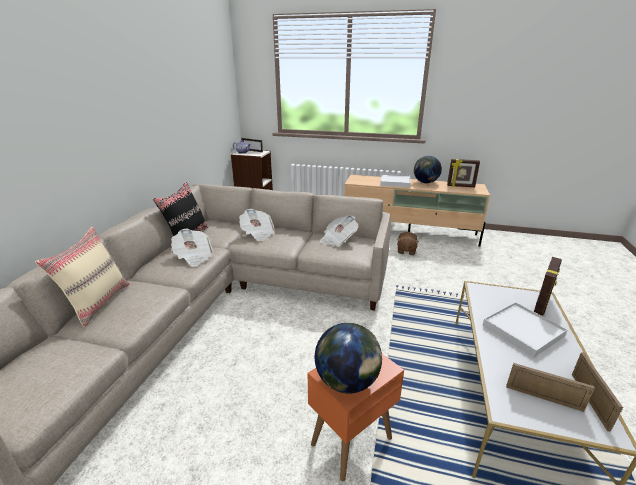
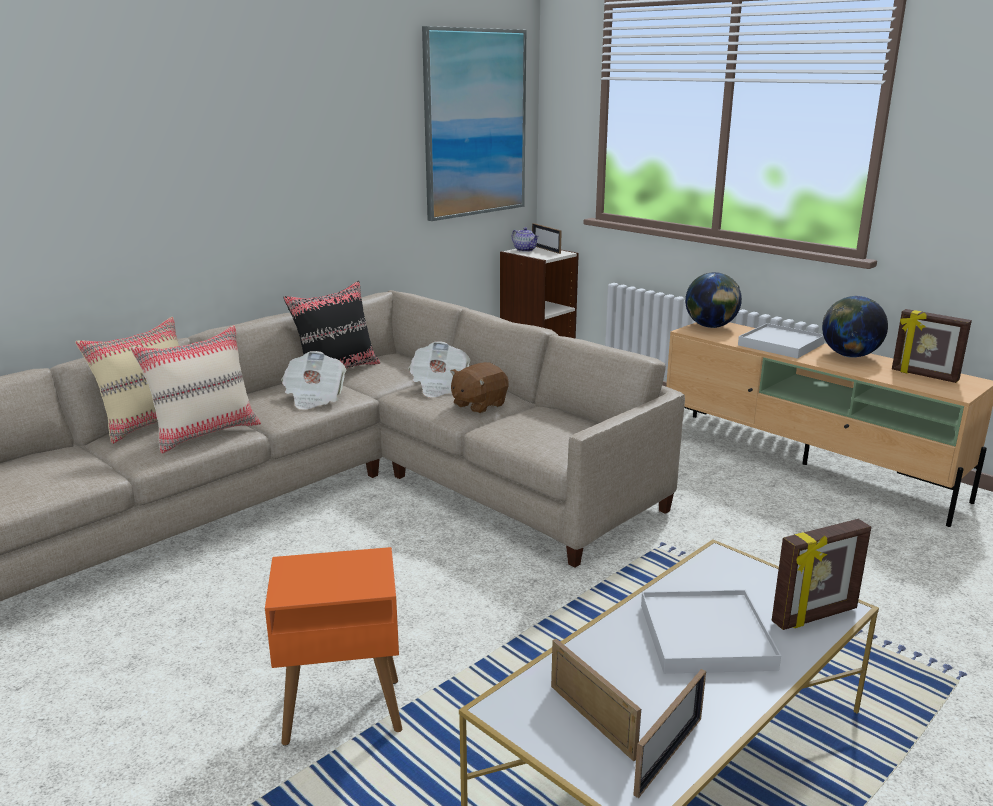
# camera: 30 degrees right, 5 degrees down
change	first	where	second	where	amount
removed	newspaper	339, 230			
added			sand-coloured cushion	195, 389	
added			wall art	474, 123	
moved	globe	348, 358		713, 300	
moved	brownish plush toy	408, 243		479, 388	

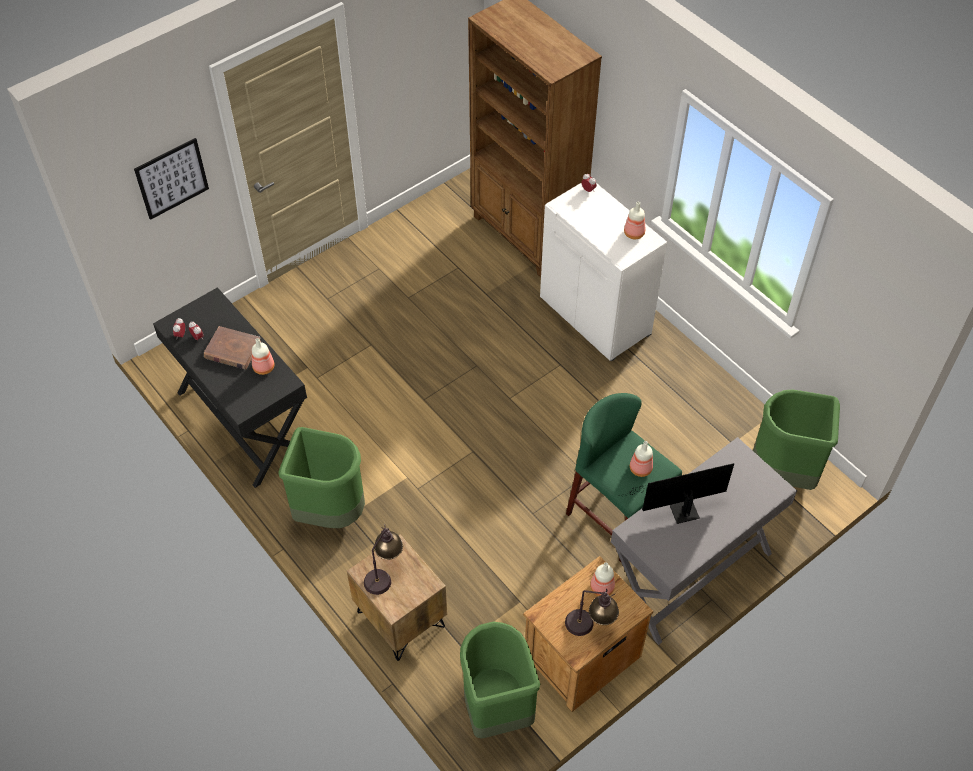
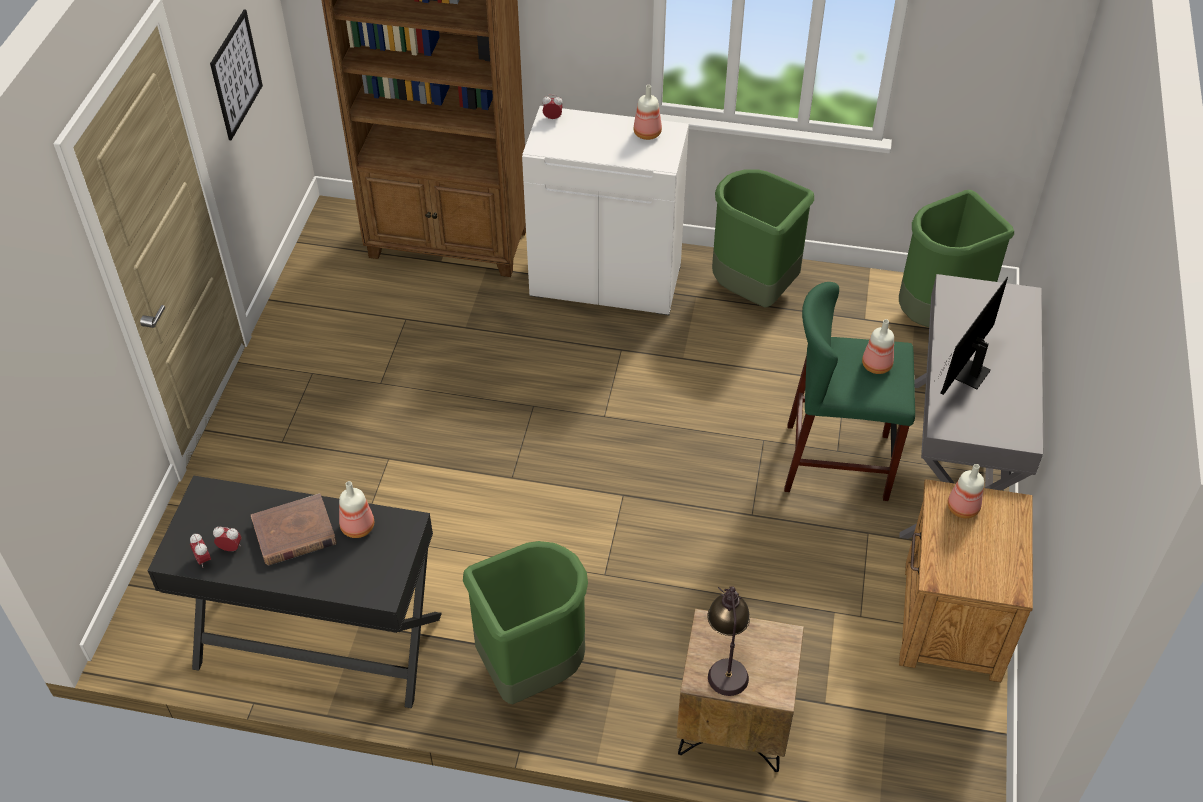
# camera: 40 degrees left, 5 degrees down
change	first	where	second	where	amount
removed	tabletop lamp	592, 612			
moved	wall art	171, 179		236, 74	
moved	greenish rubbish bin	500, 680		763, 238	

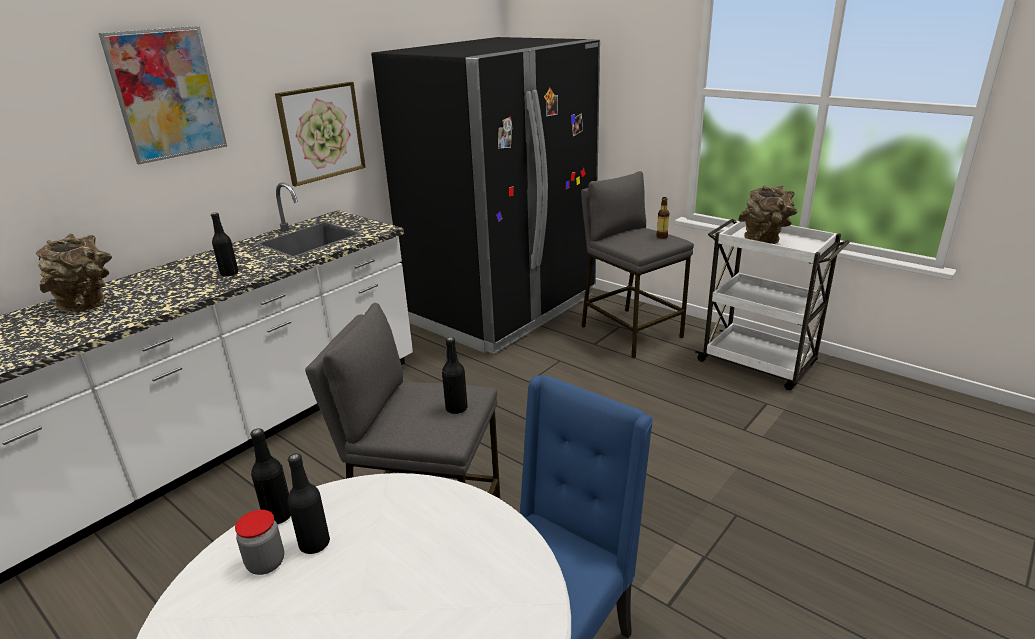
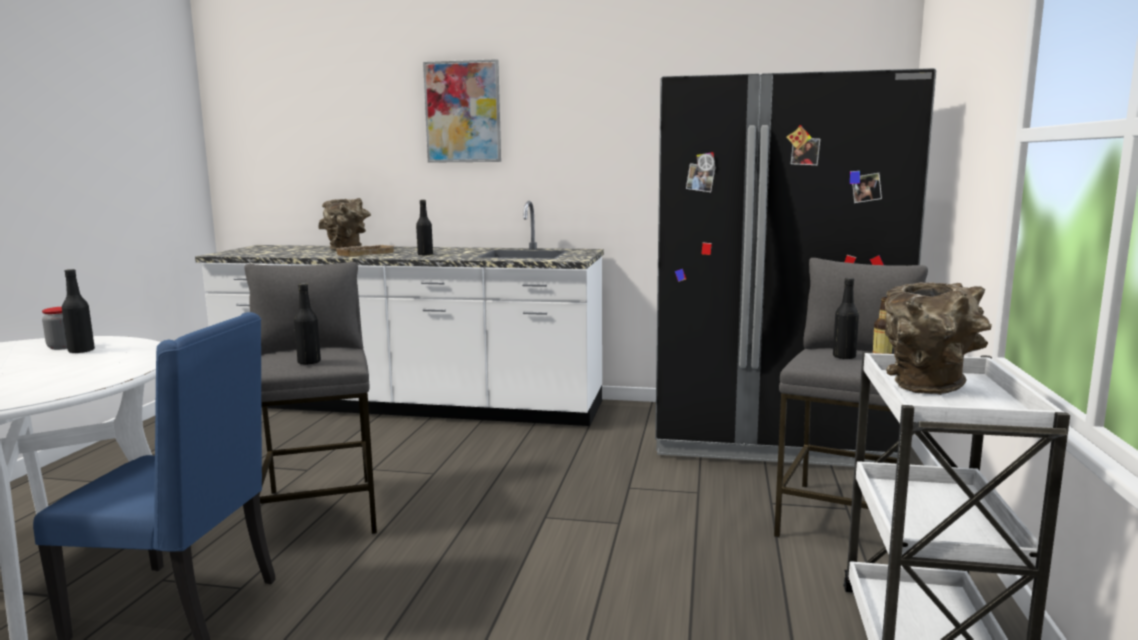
# camera: 60 degrees right, 15 degrees down
change	first	where	second	where	amount
removed	wall art	320, 134			
added			sand-coloured serving tray	365, 251	
moved	black-coloured drink bottle	270, 476		846, 318	

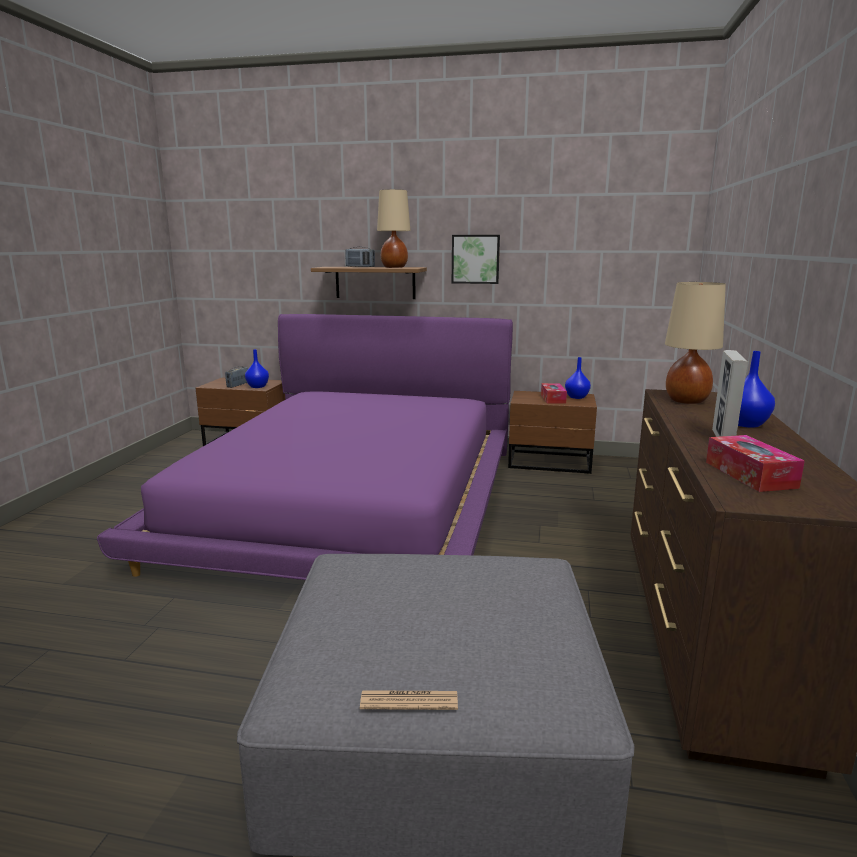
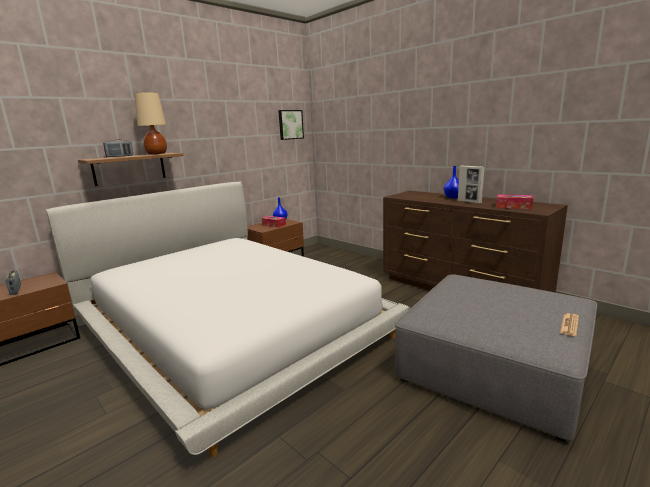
# camera: 55 degrees left, 0 degrees up
change	first	where	second	where	amount
removed	blue decorative vase	257, 368			
removed	sand-coloured tabletop lamp	695, 343			
moved	wall art	476, 259		291, 125	
recoloured	purple sleeping bed	305, 447	white-coloured sleeping bed	228, 319	

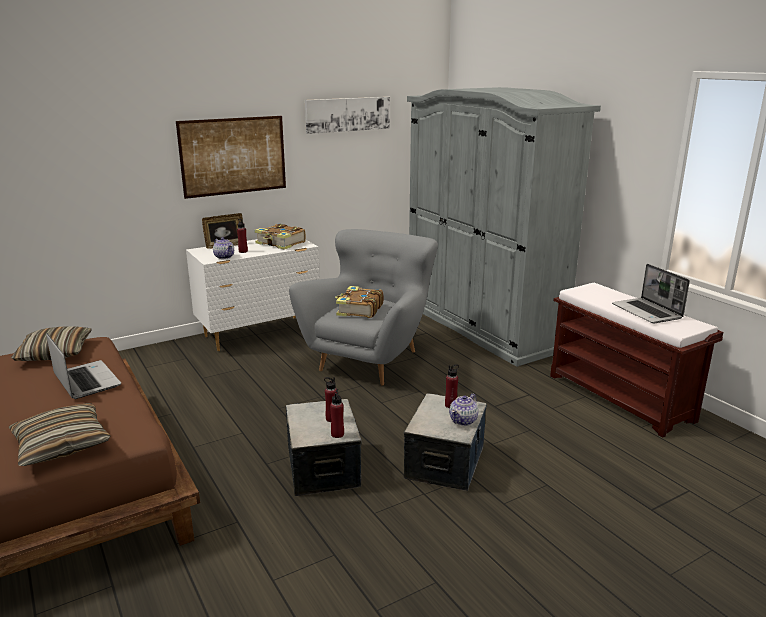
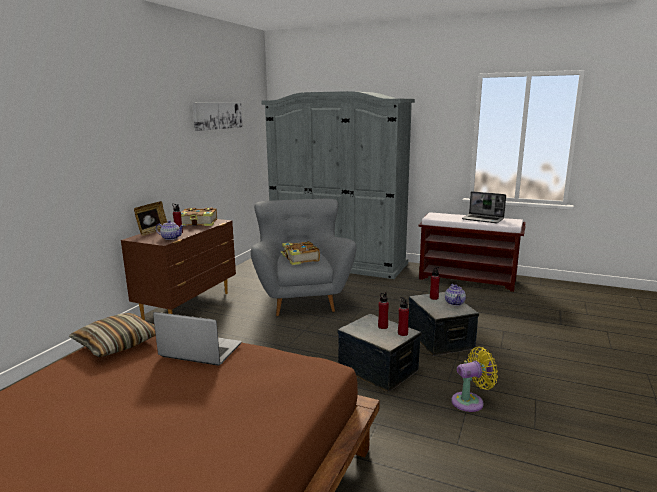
# camera: 35 degrees left, 5 degrees down
change	first	where	second	where	amount
removed	cushion	60, 434			
removed	wall art	231, 157			
added			yellow electric fan	474, 379	
recoloured	white-coloured drawer chest	253, 295	brownish drawer chest	178, 269	

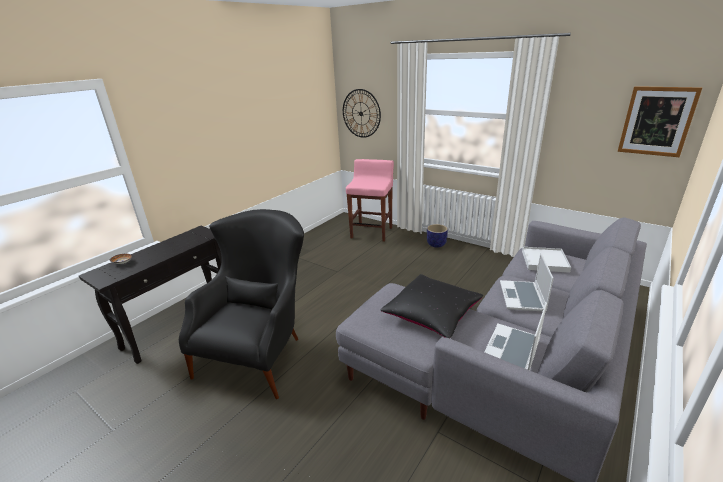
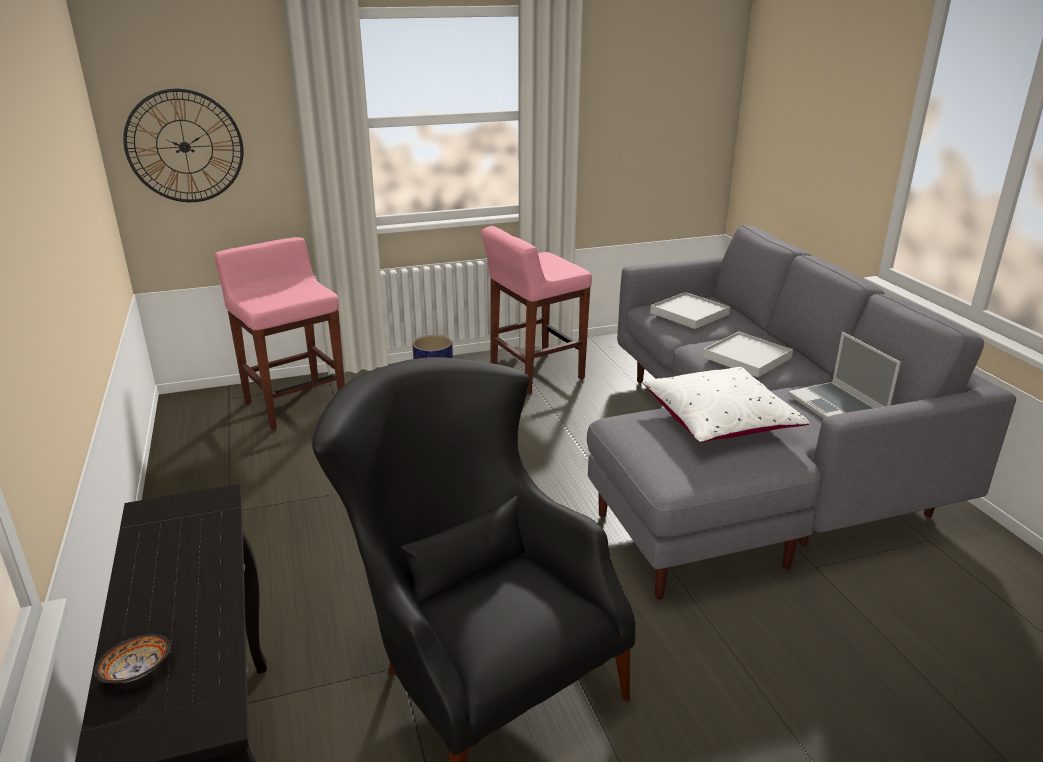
# camera: 55 degrees left, 0 degrees up
change	first	where	second	where	amount
removed	wall art	660, 121			
added			pink stool	536, 310	
replaced	laptop	527, 282	white-coloured serving tray	748, 354	
recoloured	black-coloured cushion	431, 306	white-coloured cushion	726, 404	

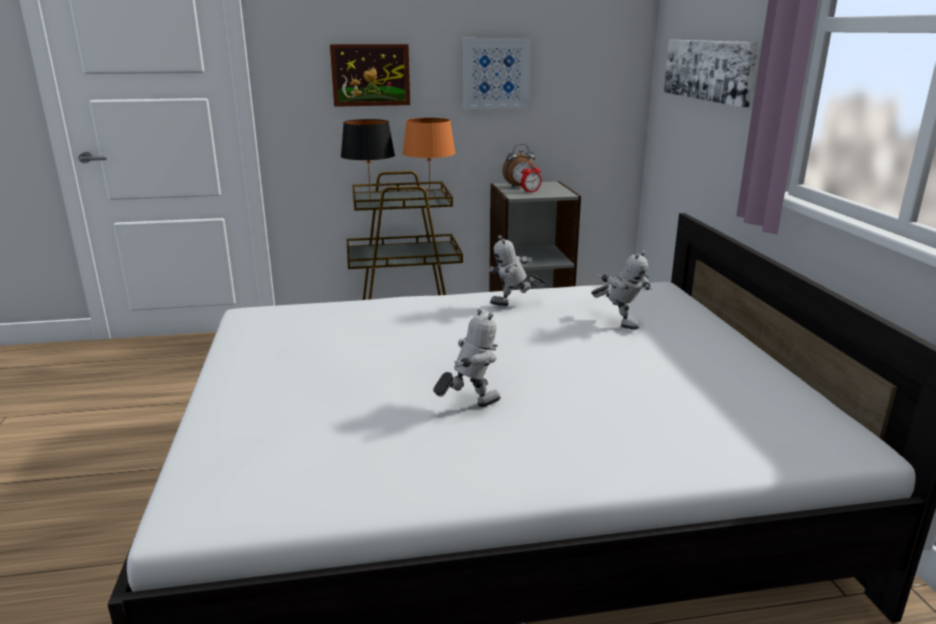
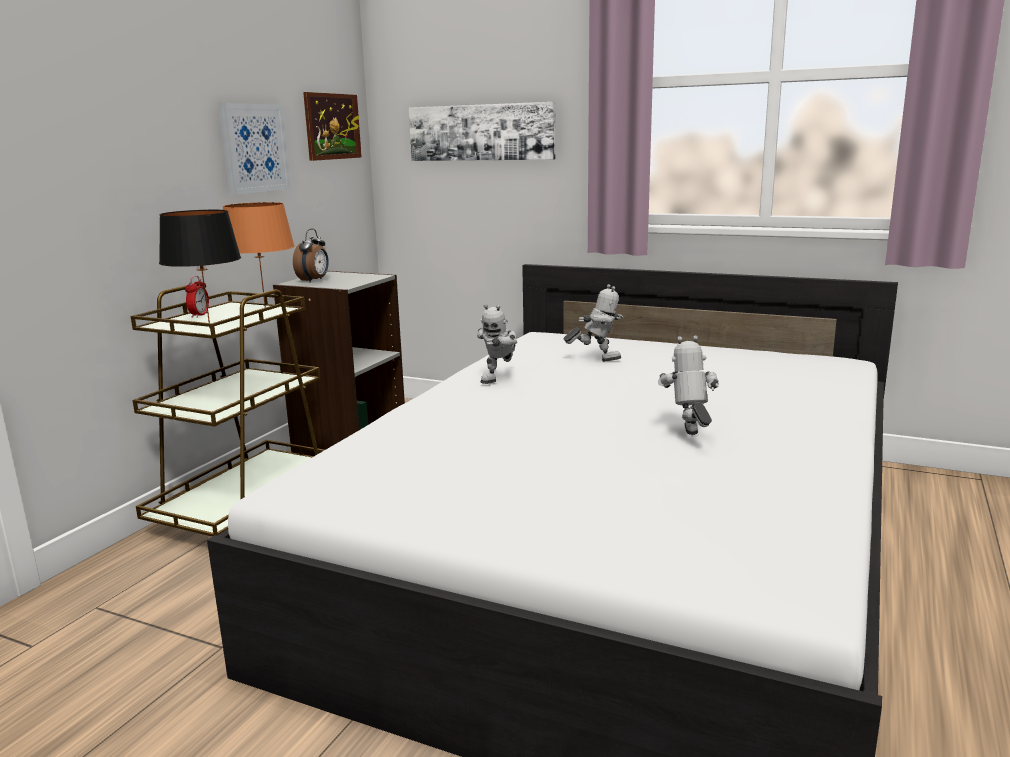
# camera: 55 degrees left, 5 degrees down
change	first	where	second	where	amount
moved	wall art	370, 75		332, 126	
moved	alarm clock	531, 178		197, 297	

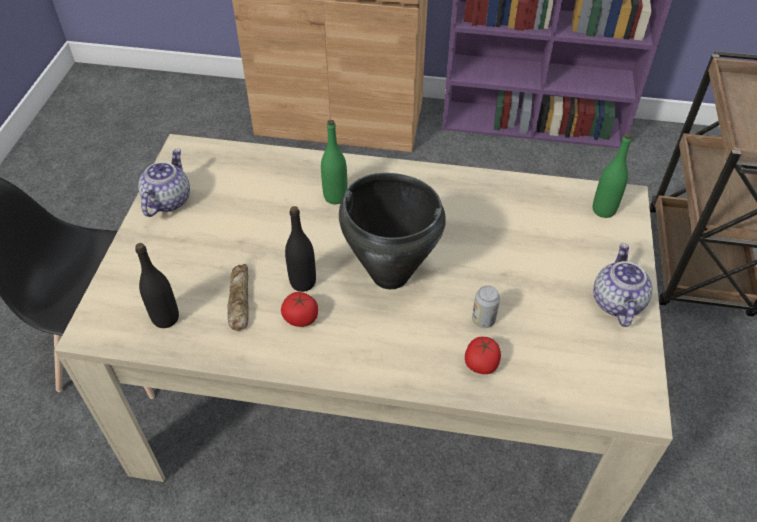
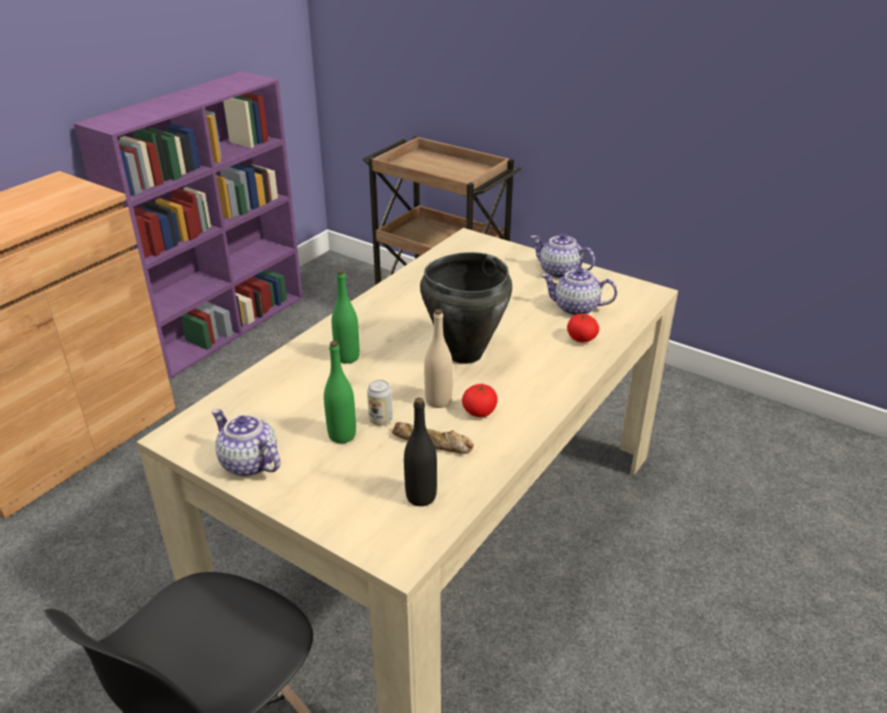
# camera: 65 degrees left, 15 degrees down
change	first	where	second	where	amount
added			tea pot	579, 292	
moved	sealed can	486, 306		379, 403	
moved	greenish drink bottle	612, 175		340, 392	
recoloured	black-coloured drink bottle	300, 249	sand-coloured drink bottle	438, 358	

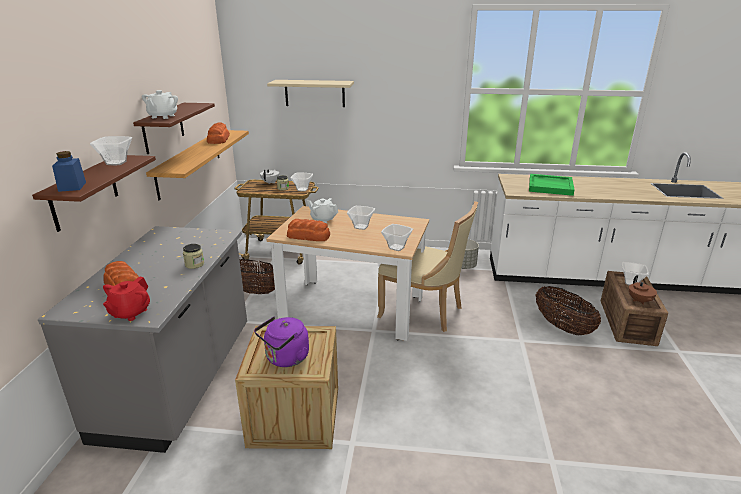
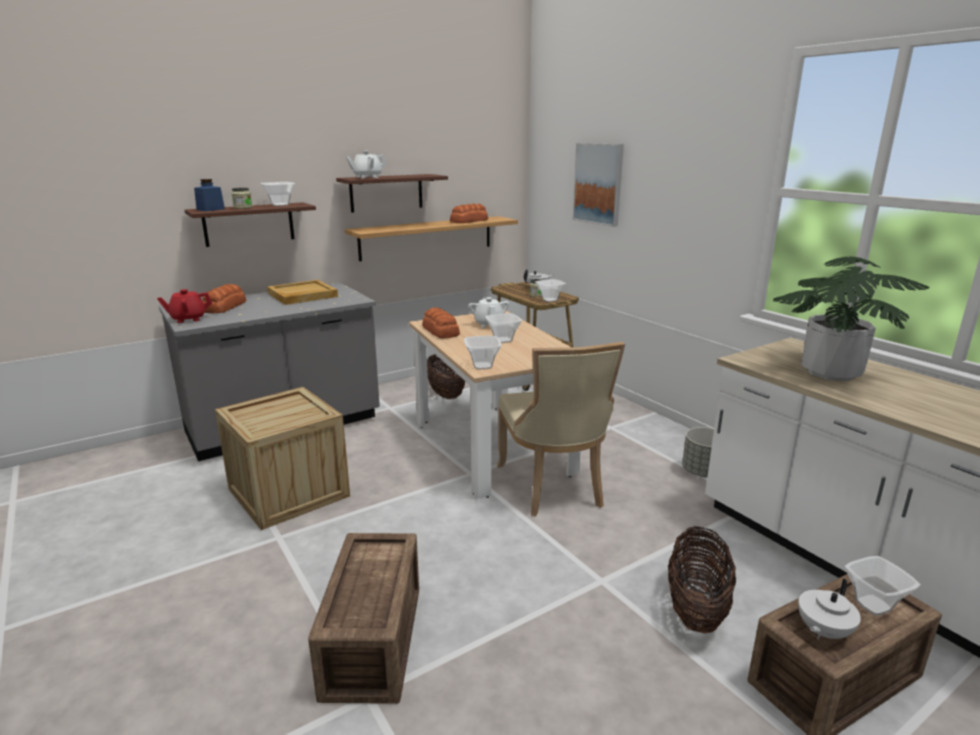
# camera: 50 degrees right, 5 degrees down
change	first	where	second	where	amount
removed	purple water kettle	281, 342			
added			sand-coloured serving tray	302, 292	
added			packing crate	363, 618	
moved	storage jar	193, 256		241, 198	
replaced	sand-coloured wall shelf	310, 93	wall art	598, 185	
replaced	greenish serving tray	551, 185	potted plant	851, 319	
recoloured	brownish tea pot	643, 289	white-coloured tea pot	829, 609	

